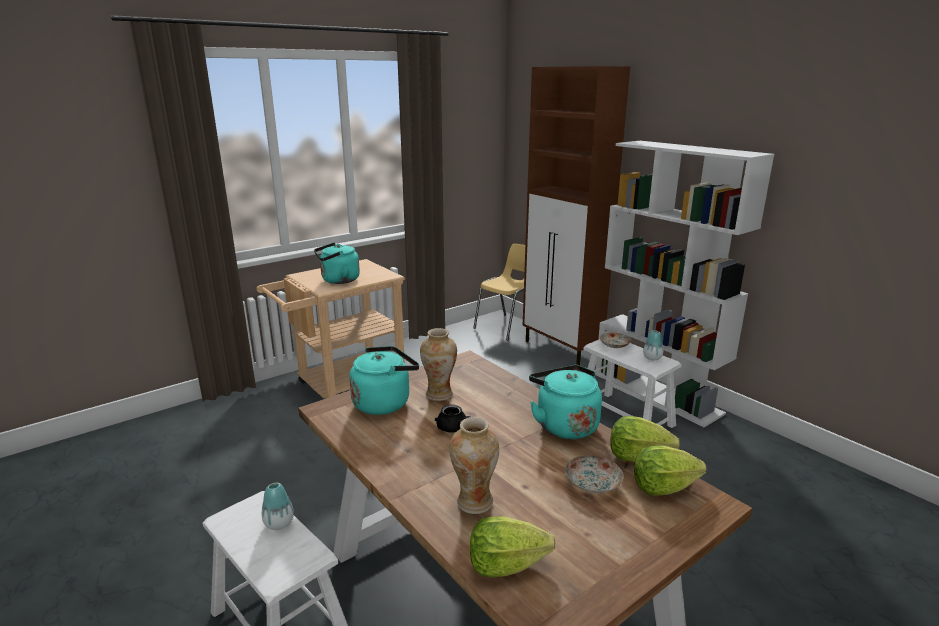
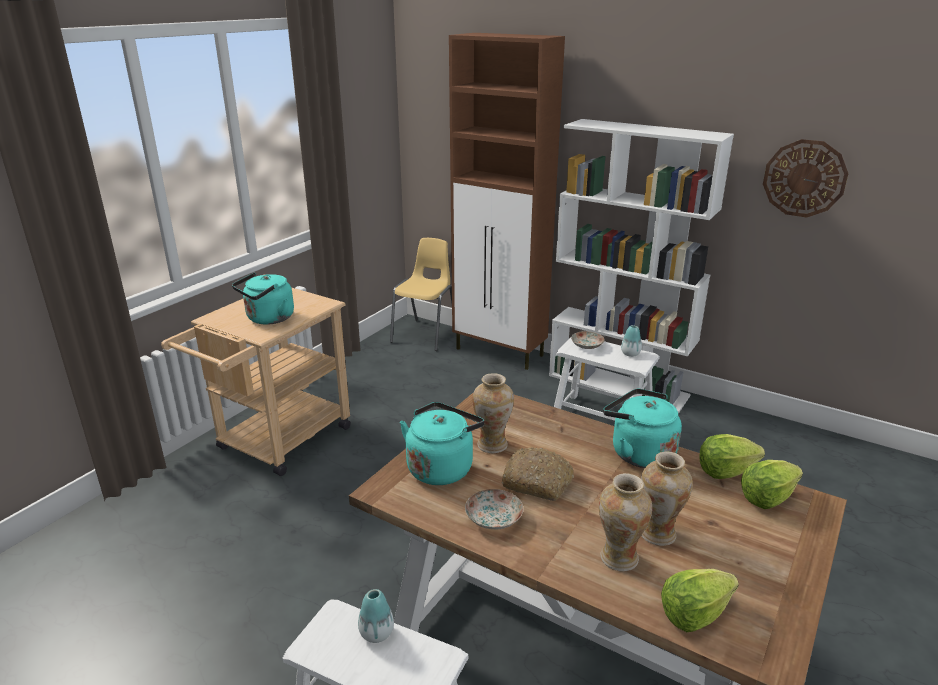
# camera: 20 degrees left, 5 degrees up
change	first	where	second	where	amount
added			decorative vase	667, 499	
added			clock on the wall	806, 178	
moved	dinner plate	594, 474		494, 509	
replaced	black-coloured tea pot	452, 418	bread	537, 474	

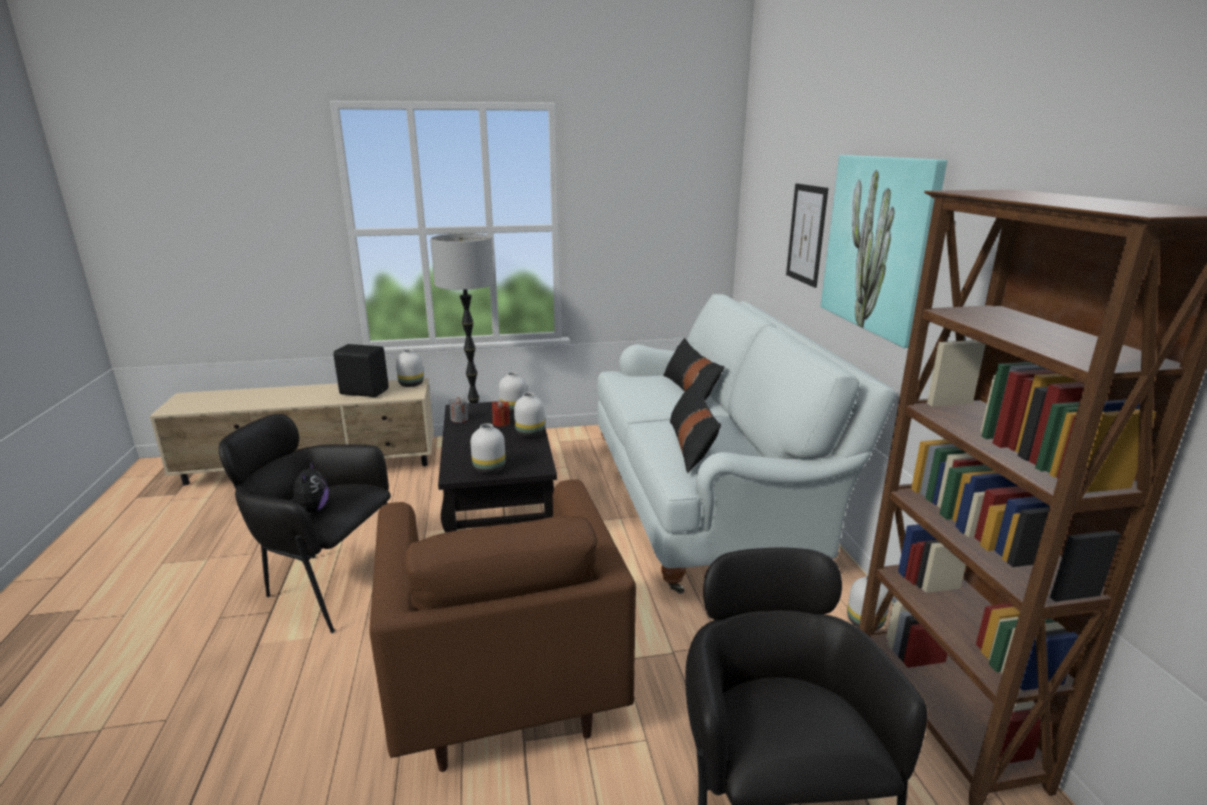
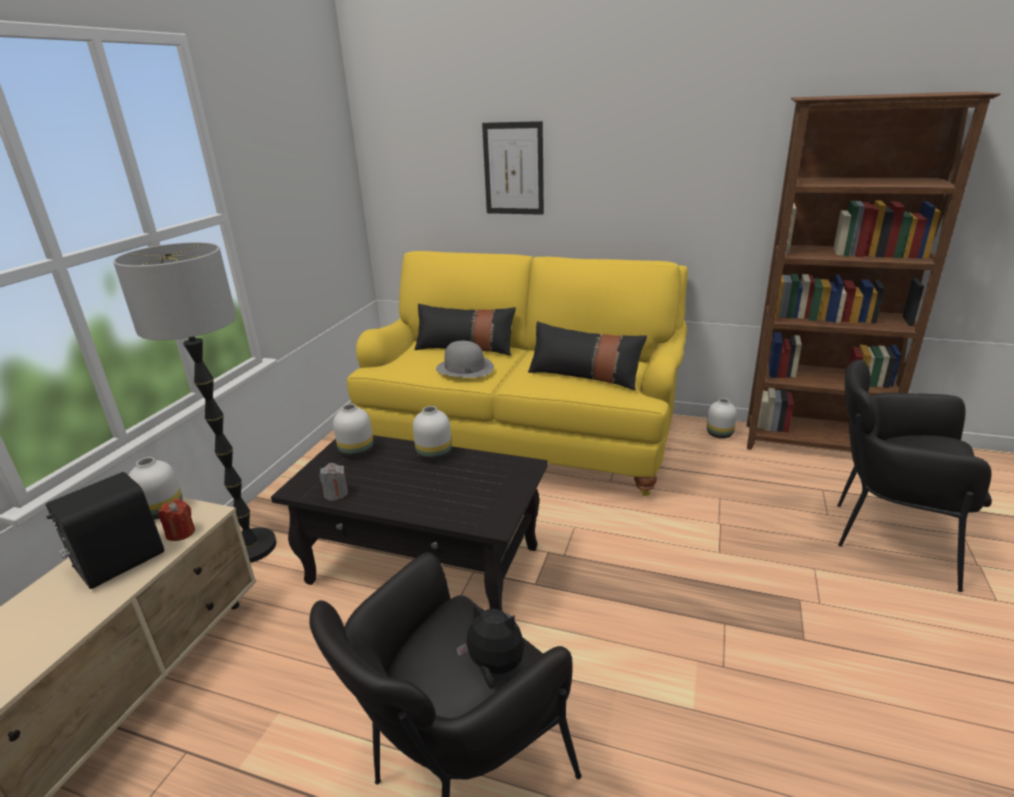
# camera: 60 degrees left, 5 degrees up
change	first	where	second	where	amount
removed	brownish armchair	502, 625			
removed	white-coloured decorative vase	488, 448			
removed	wall art	884, 251			
added			gray clothing hat	465, 359	
moved	red candle	501, 413		176, 520	
recoloured	white-coloured settee	747, 444	yellow settee	517, 373	

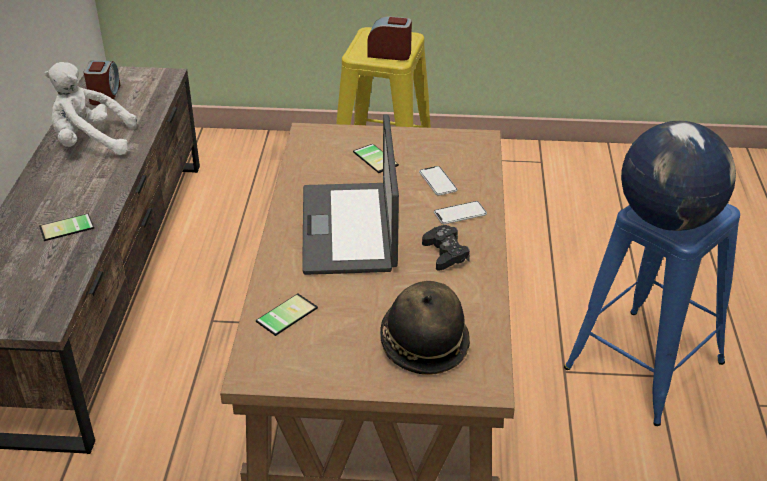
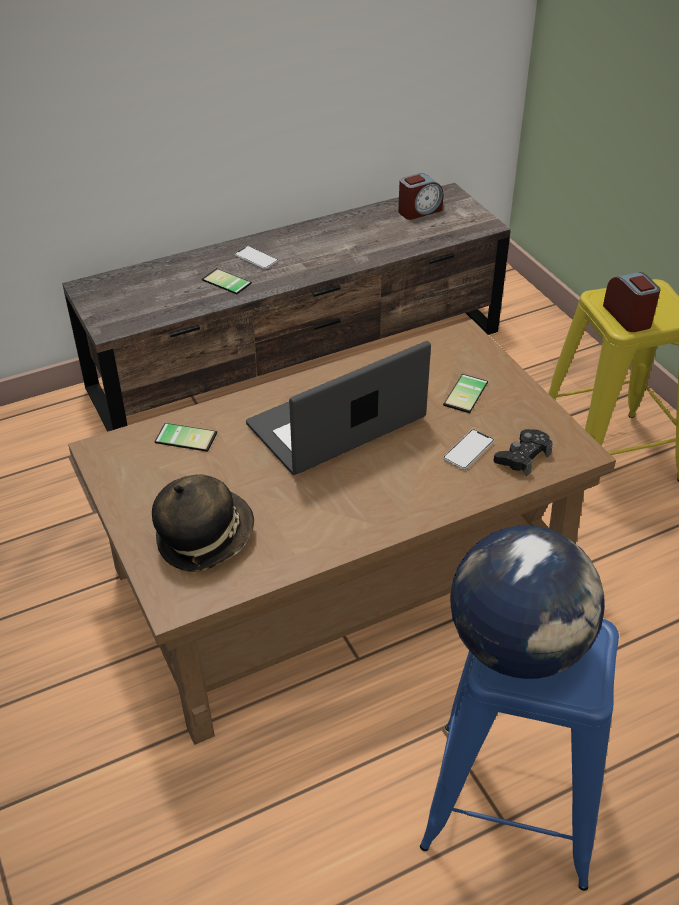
# camera: 60 degrees right, 5 degrees up
change	first	where	second	where	amount
removed	white-coloured plush toy	90, 108			
moved	black-coloured game controller	446, 248		523, 452	
moved	phone	460, 212		256, 257	

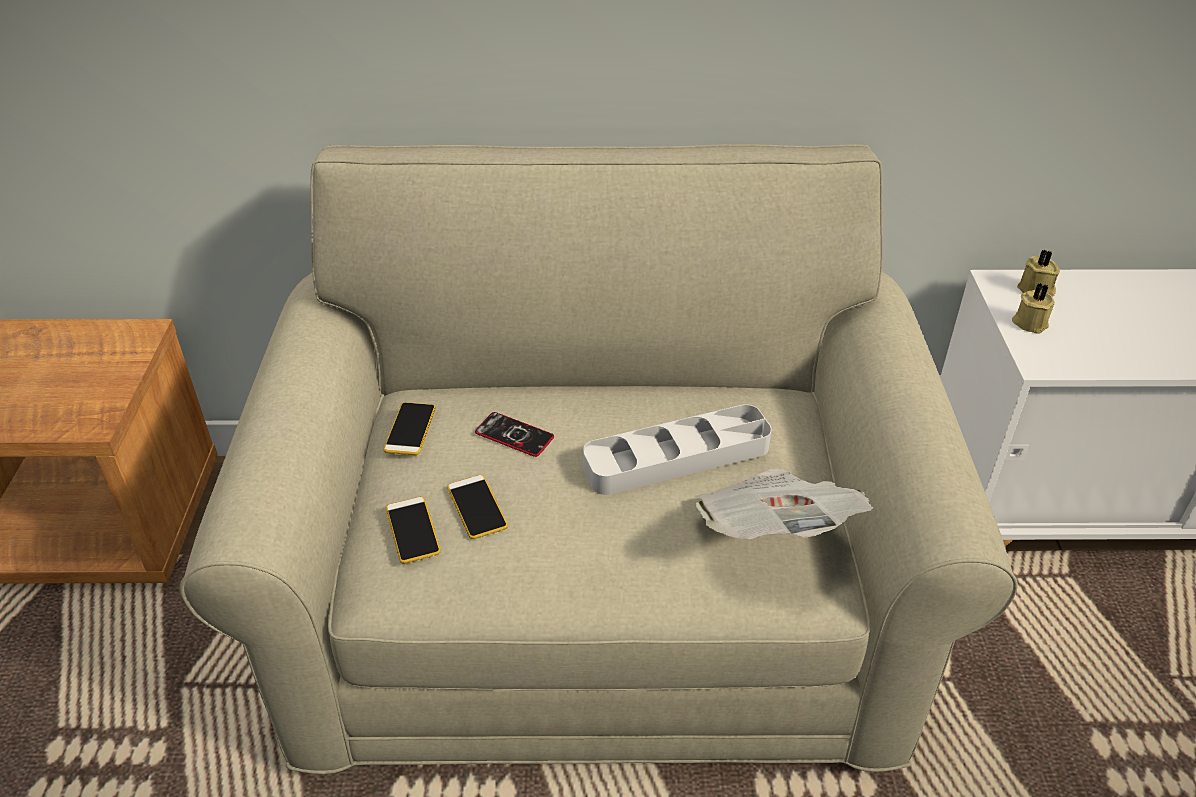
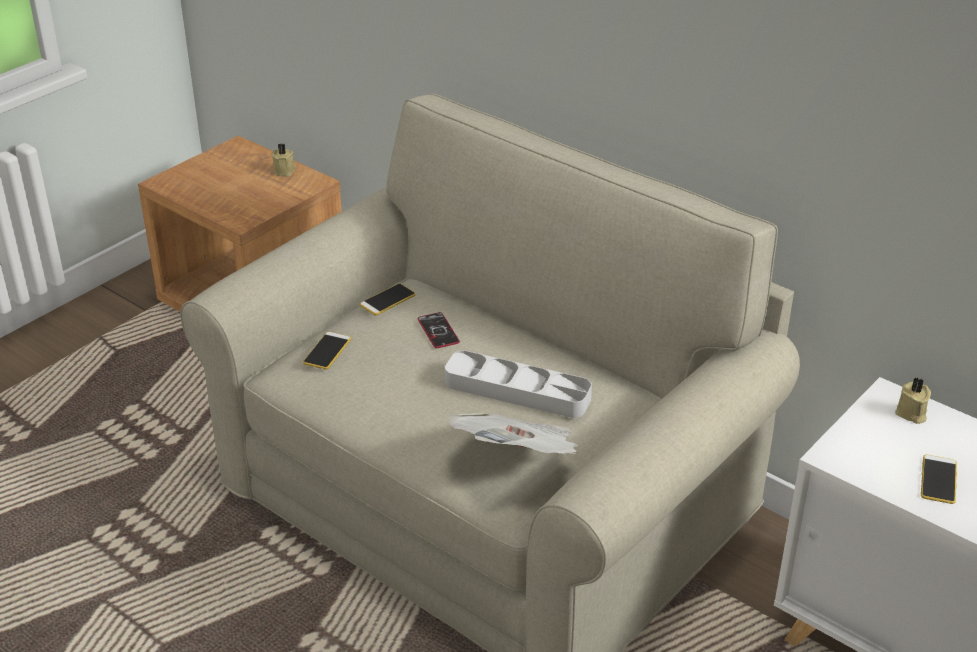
# camera: 40 degrees right, 5 degrees down
change	first	where	second	where	amount
moved	phone	477, 507		939, 479	
moved	sand-coloured candle	1033, 308		283, 159	

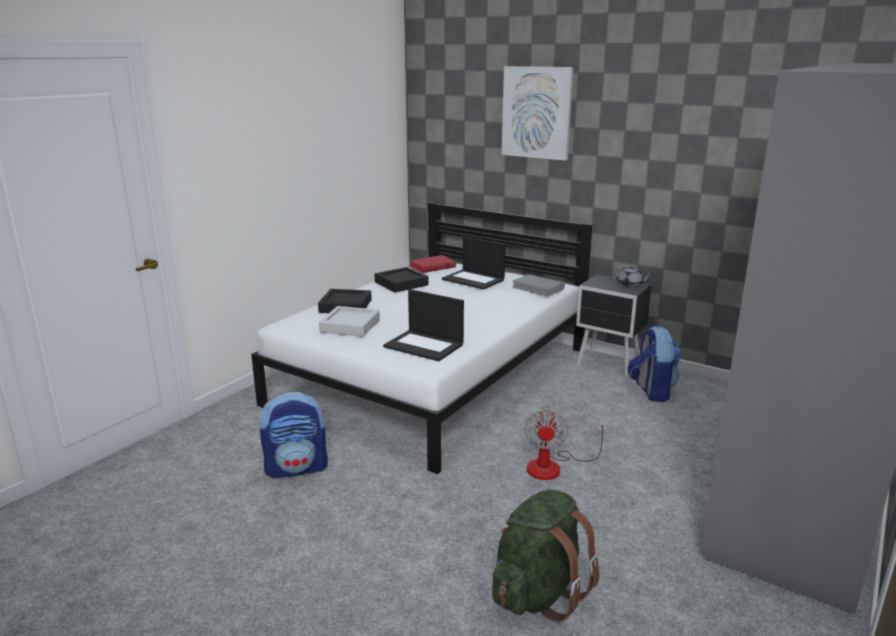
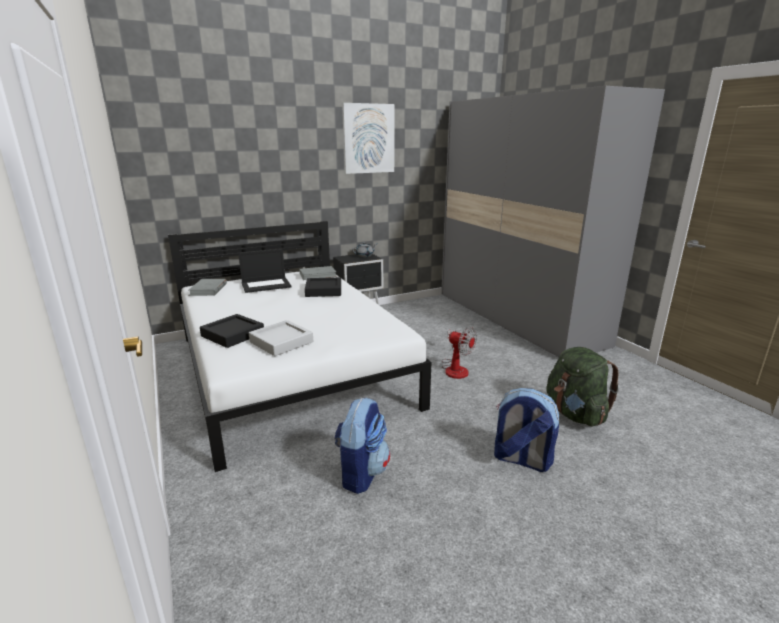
# camera: 60 degrees left, 0 degrees up
change	first	where	second	where	amount
removed	laptop	423, 325			
moved	black-coloured serving tray	401, 280		323, 287	
moved	wall art	538, 113		368, 138	
moved	knapsack	654, 364		526, 430	
recoloured	red volume	432, 264	gray volume	207, 287	

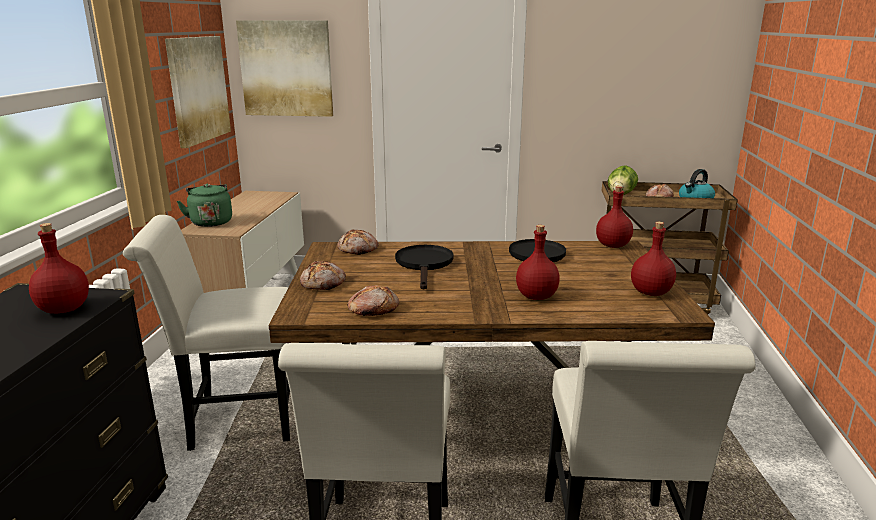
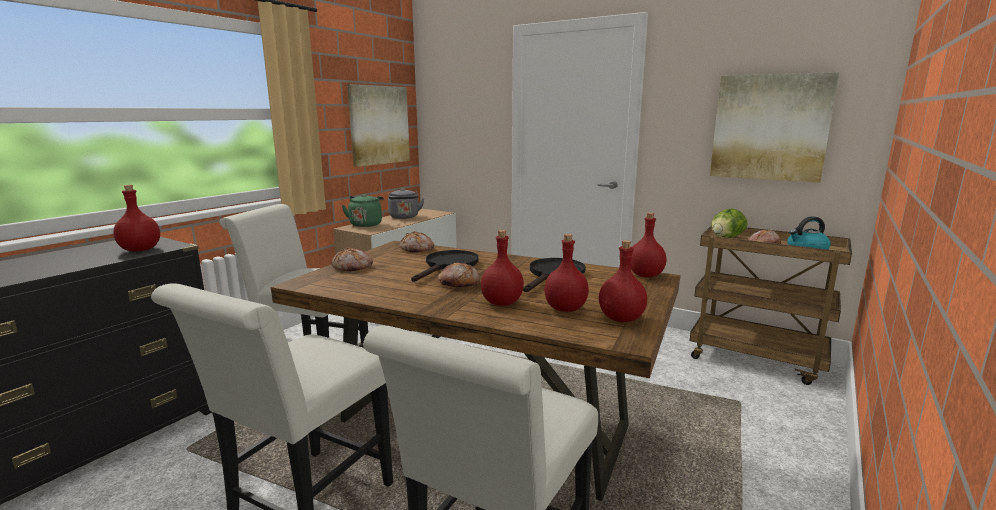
# camera: 25 degrees right, 5 degrees down
change	first	where	second	where	amount
added			gray water kettle	406, 203	
added			red drink bottle	566, 273	
moved	wall art	284, 69		774, 127	
moved	bread	373, 300		458, 275	

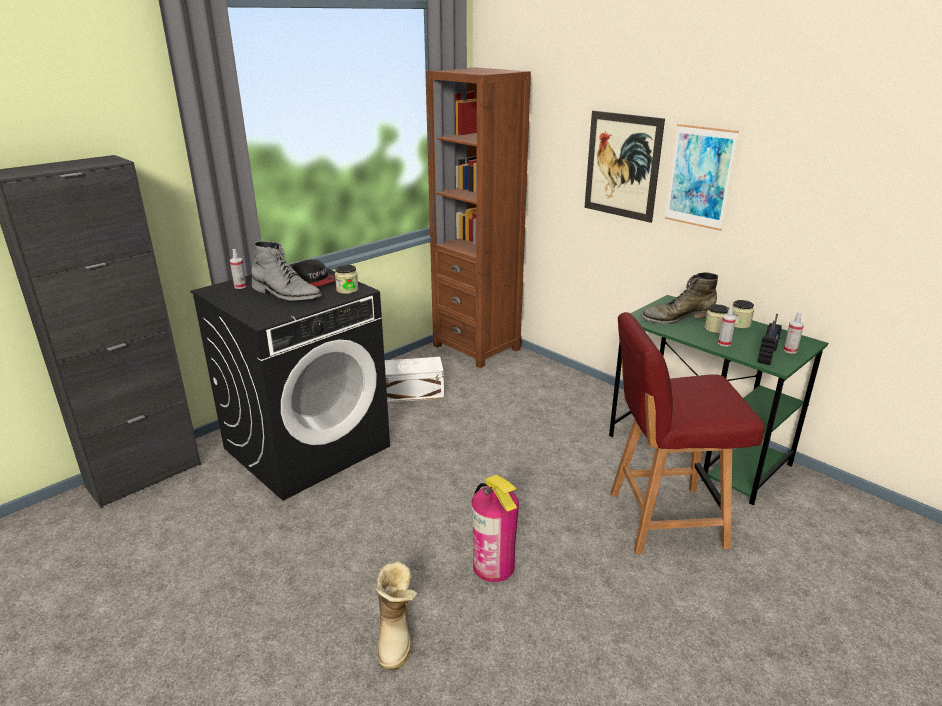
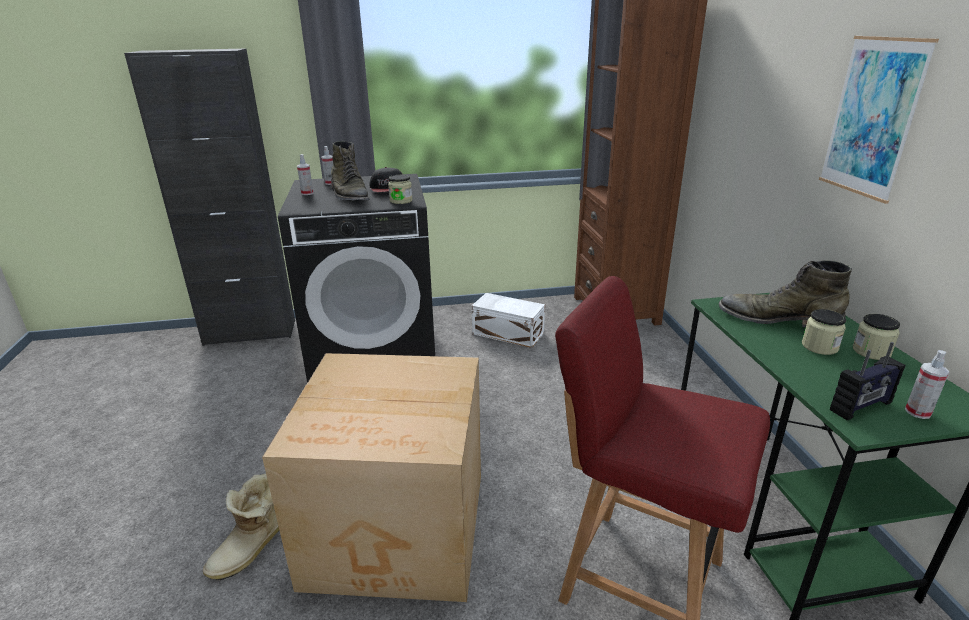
# camera: 35 degrees right, 0 degrees up
change	first	where	second	where	amount
removed	wall art	624, 167			
moved	spray bottle	727, 326		305, 174	
replaced	fire extinguisher	495, 528	cardboard box	371, 477	
recoloured	gray high-top boot	286, 271	greenish high-top boot	350, 170	

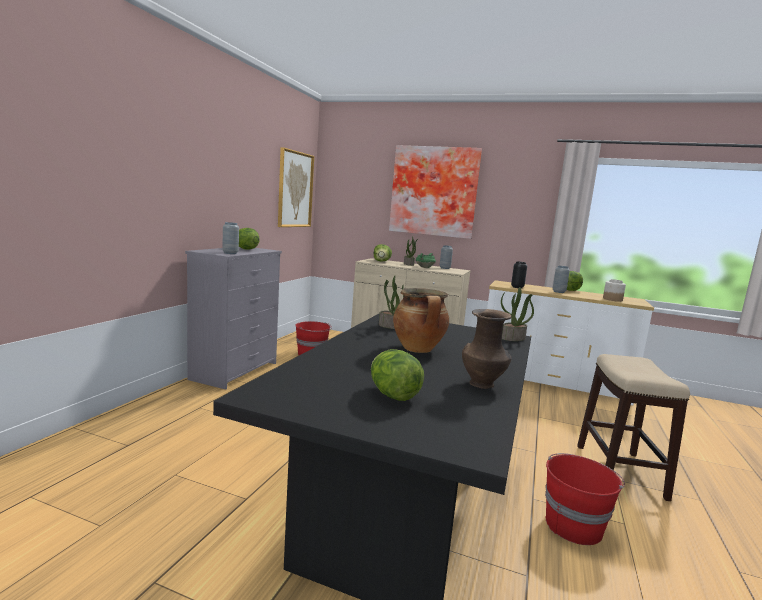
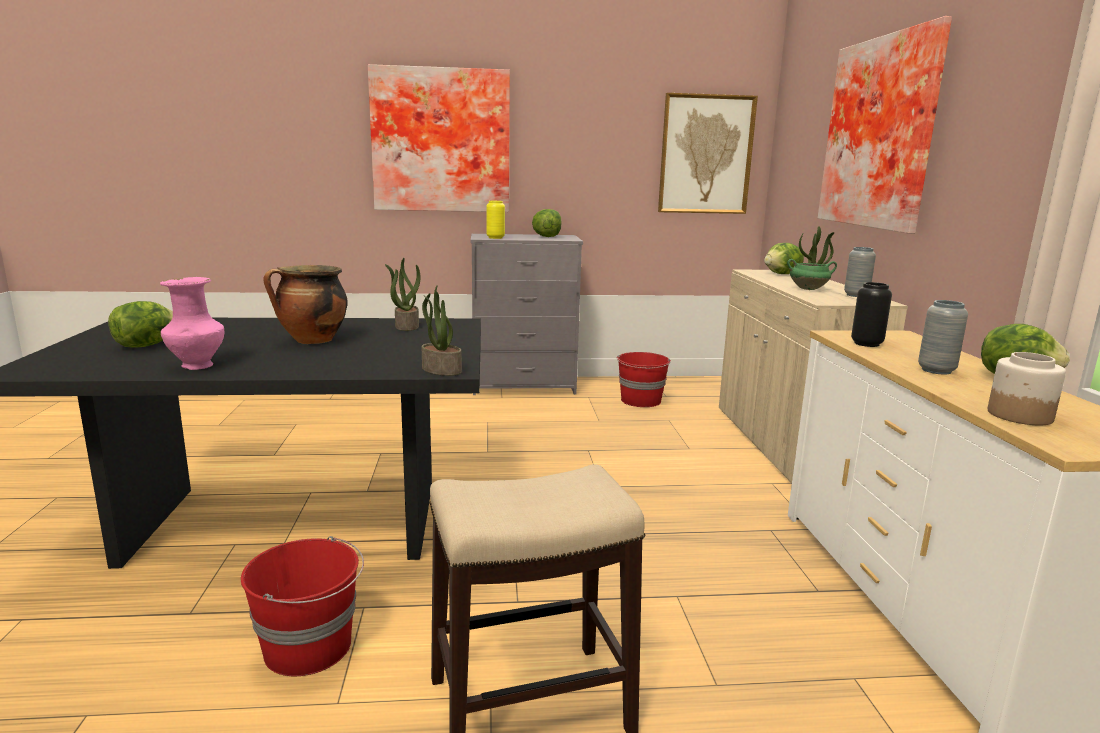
# camera: 65 degrees right, 5 degrees up
change	first	where	second	where	amount
added			wall art	439, 138	
recoloured	gray decorative vase	231, 238	yellow decorative vase	495, 220	
recoloured	brownish decorative vase	487, 349	pink decorative vase	192, 323	

